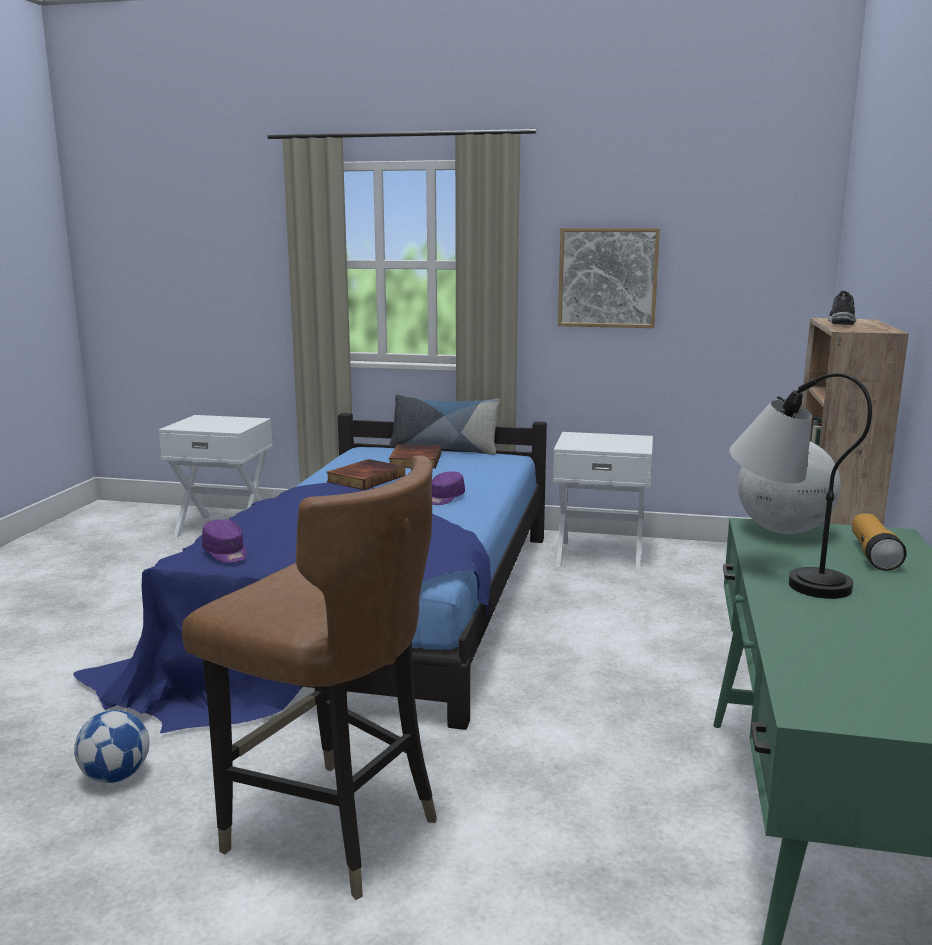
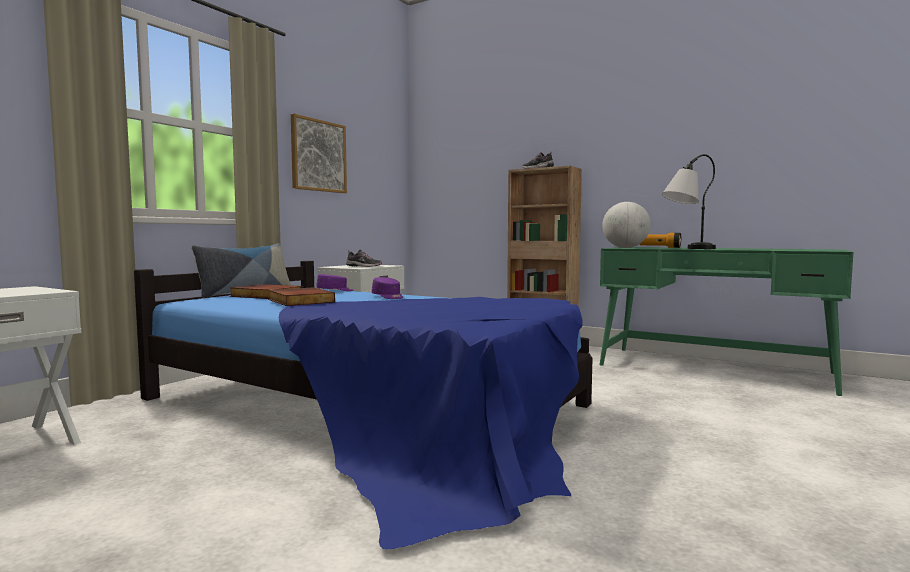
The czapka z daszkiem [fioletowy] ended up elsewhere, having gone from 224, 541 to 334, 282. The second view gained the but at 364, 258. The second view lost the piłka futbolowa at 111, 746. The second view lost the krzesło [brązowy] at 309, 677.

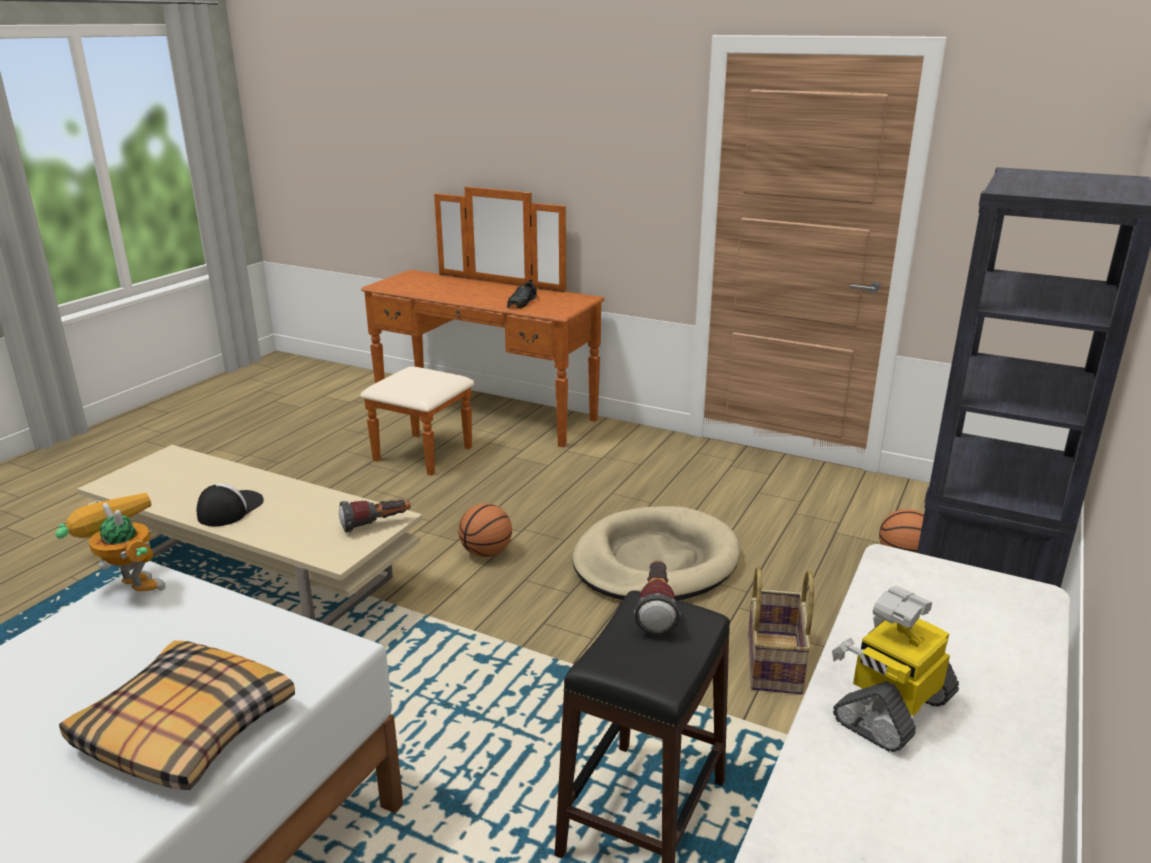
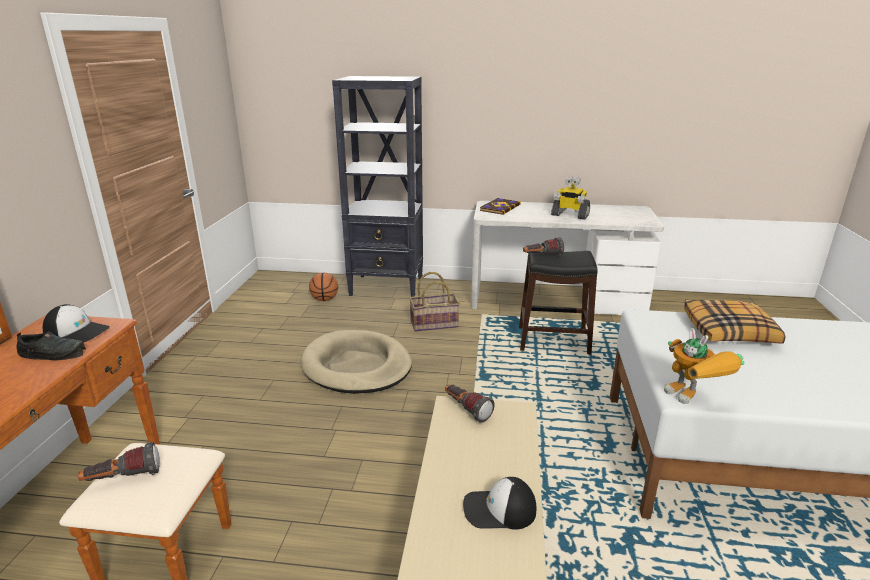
The second view gained the czapka z daszkiem at 76, 323. The second view gained the latarka at 119, 461. The second view gained the książka at 500, 206. The robot zabawkowy at 110, 542 ended up facing another way, 45 degrees counterclockwise from before. The second view lost the piłka do koszykówki at 485, 530.

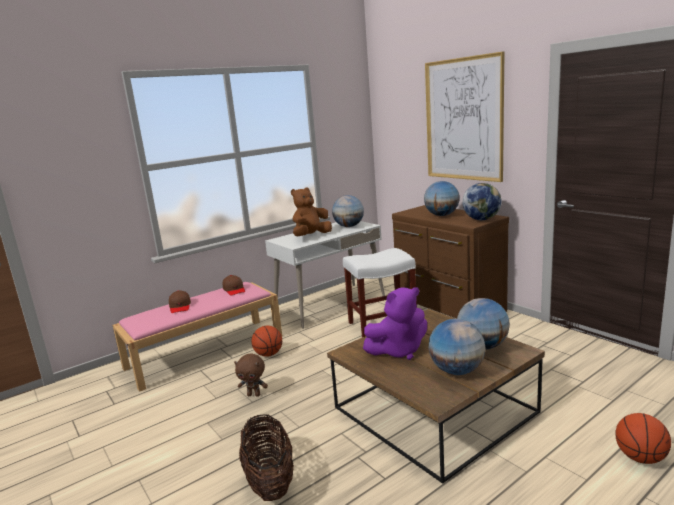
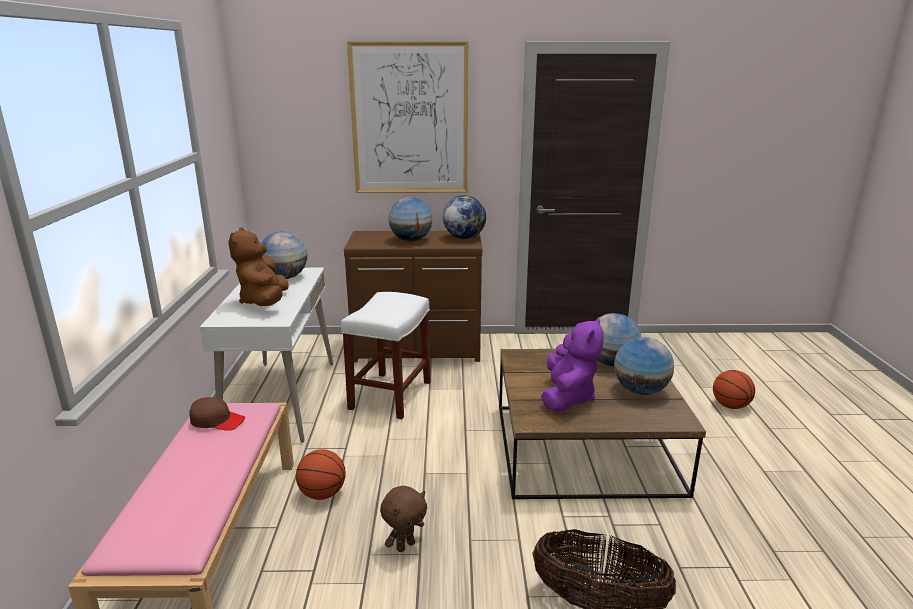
The second view lost the czapka z daszkiem [brązowy] at 180, 301.

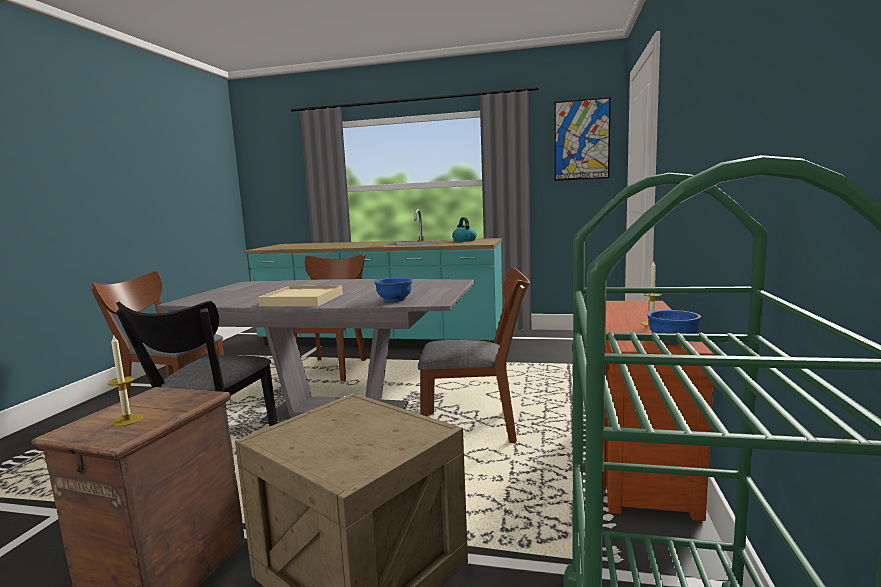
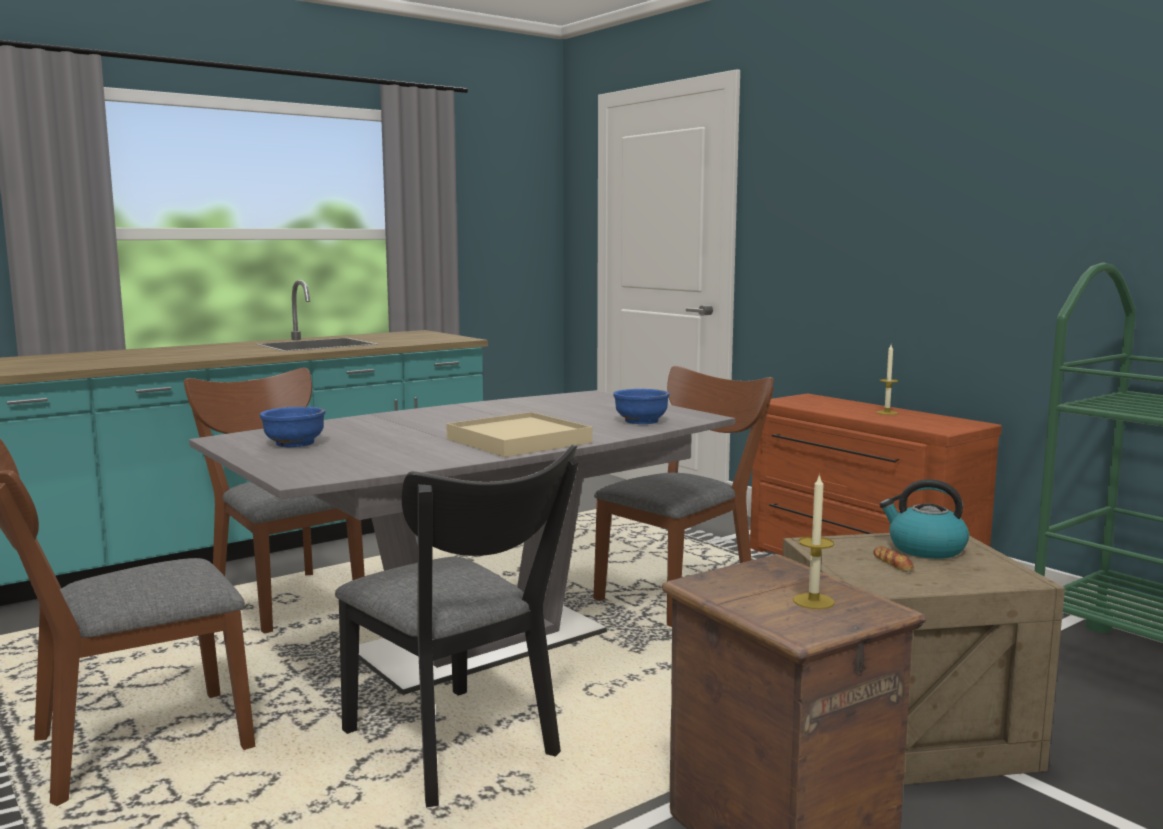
The miska [niebieski] ended up elsewhere, having gone from 674, 326 to 292, 427. The second view gained the chleb at 893, 559. The czajnik ended up elsewhere, having gone from 464, 229 to 924, 519. The second view lost the obraz at 582, 139.

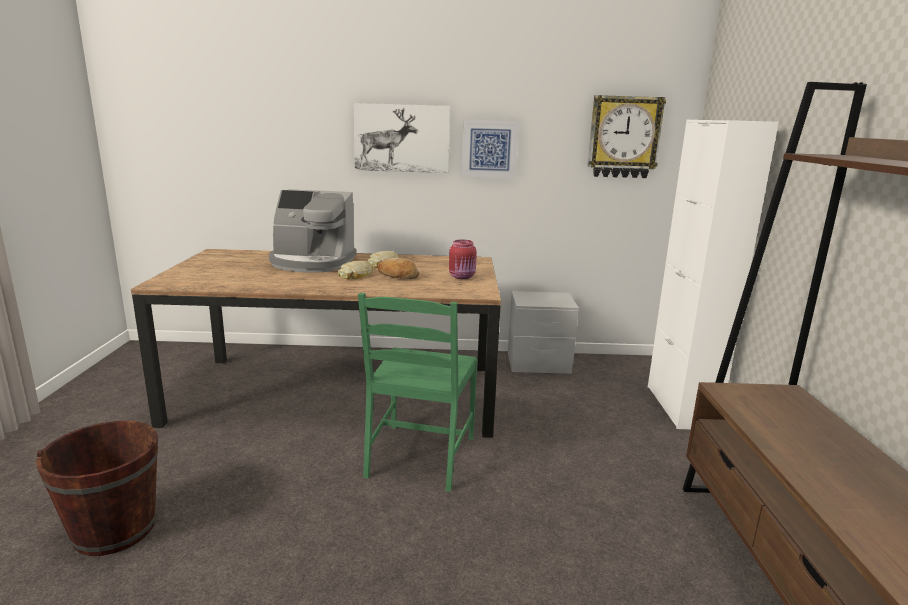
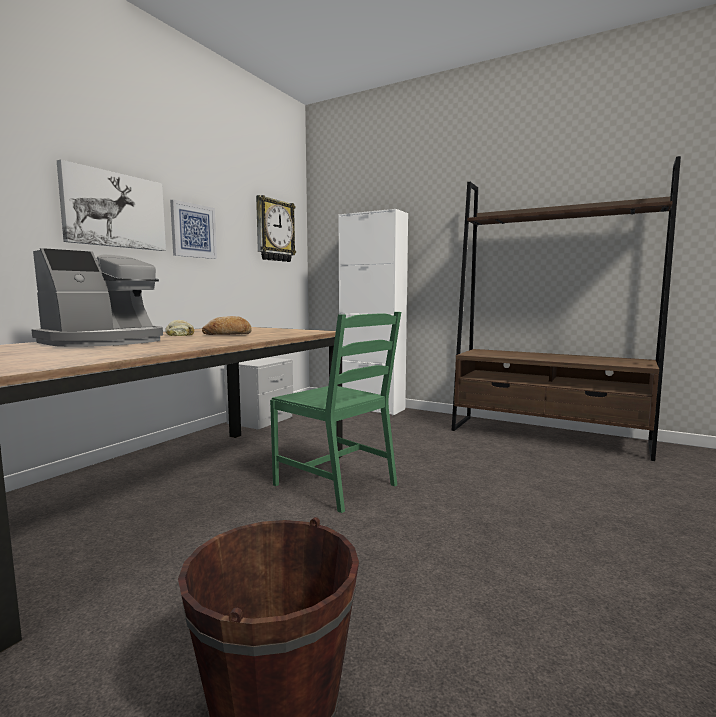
The second view lost the chleb at 355, 270. The second view lost the słoik [czerwony] at 463, 259.

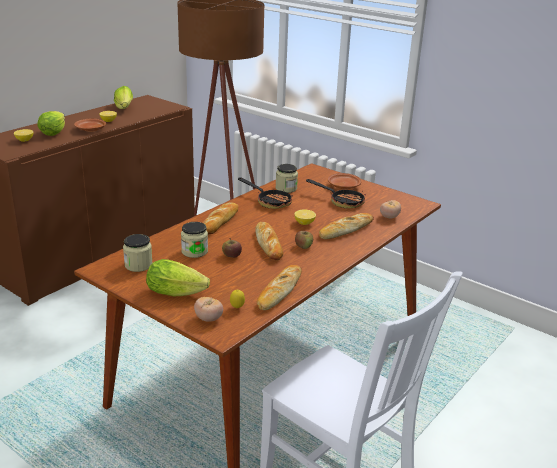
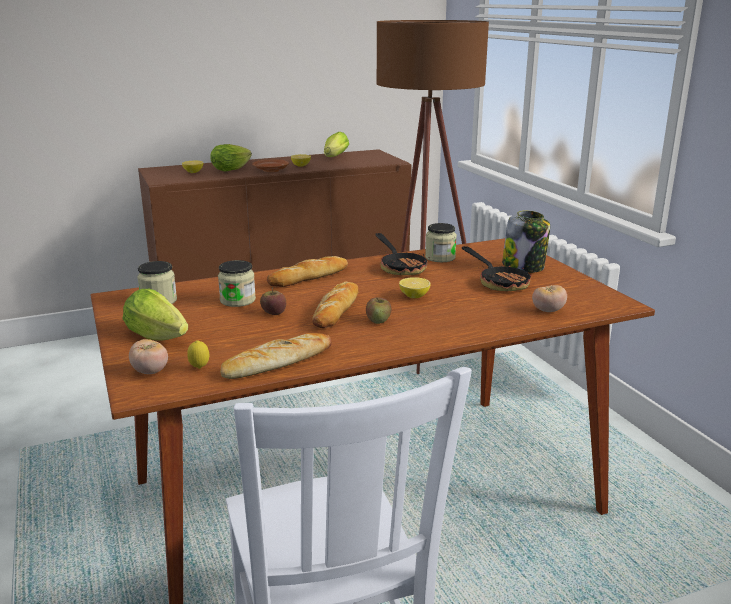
Where the talerz [brązowy] stood at 345, 181, the słoik came to stand at 526, 241. The second view lost the chleb at 346, 226.

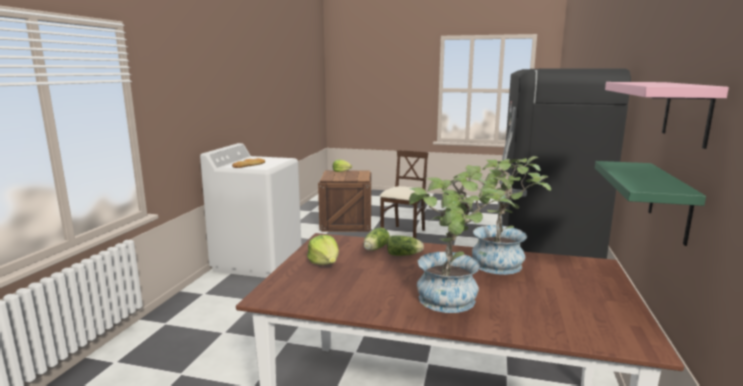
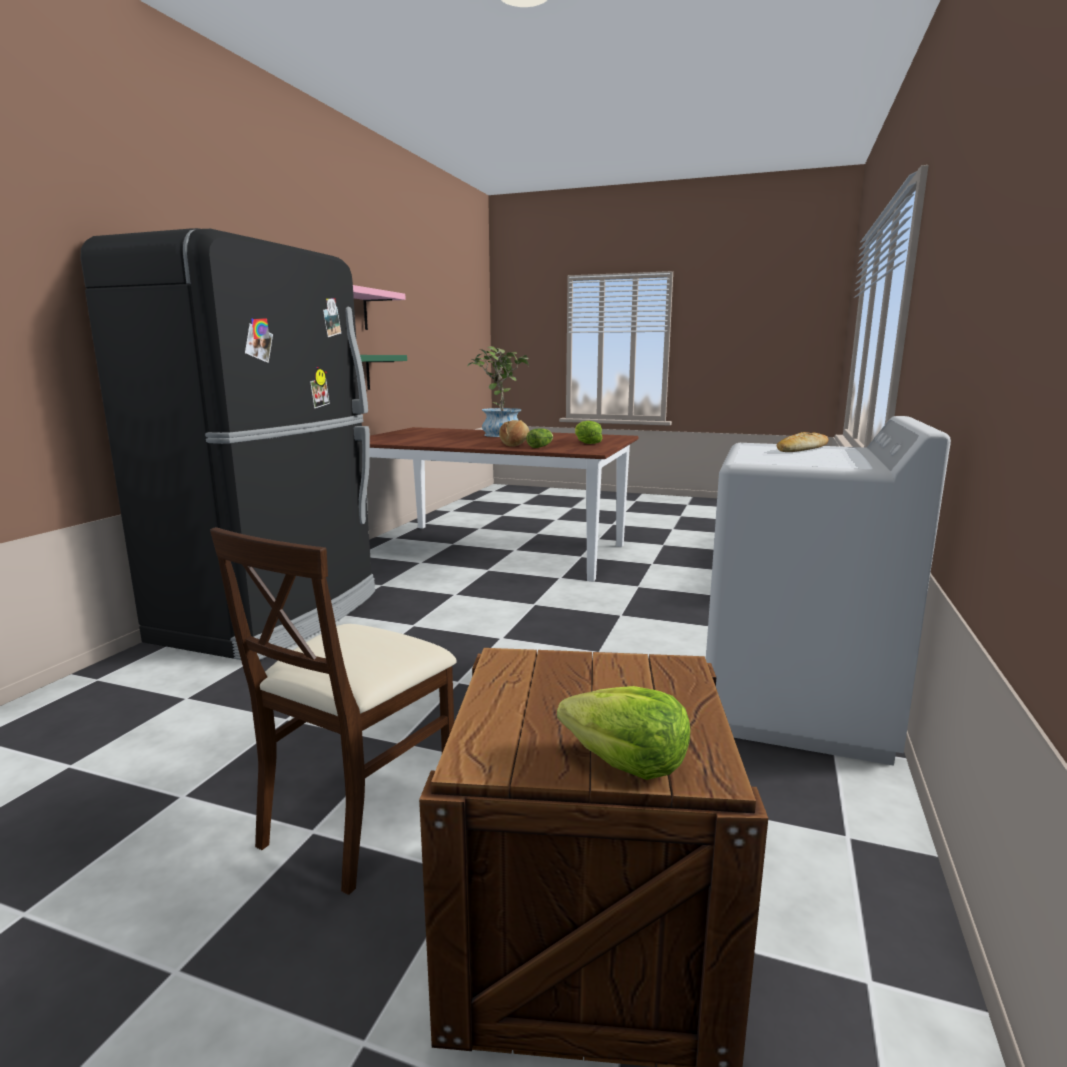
Where the sałata stood at 405, 245, the chleb came to stand at 514, 433. The second view lost the roślina doniczkowa at 508, 215.

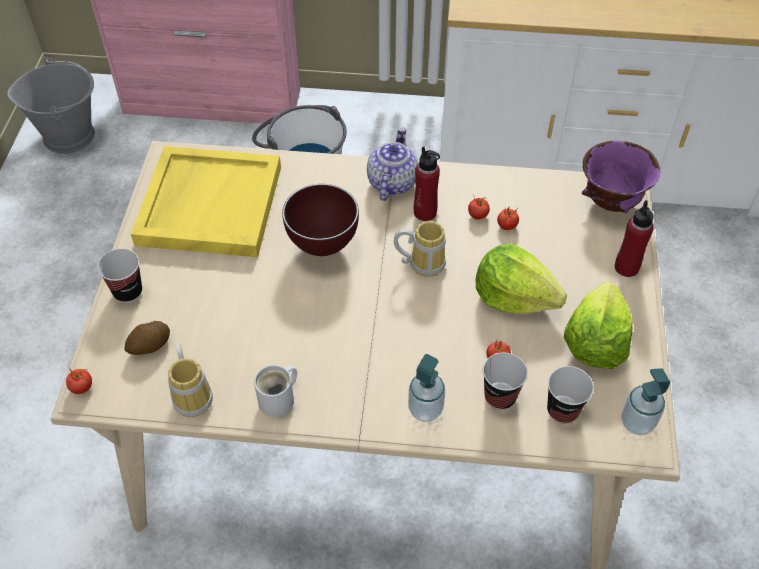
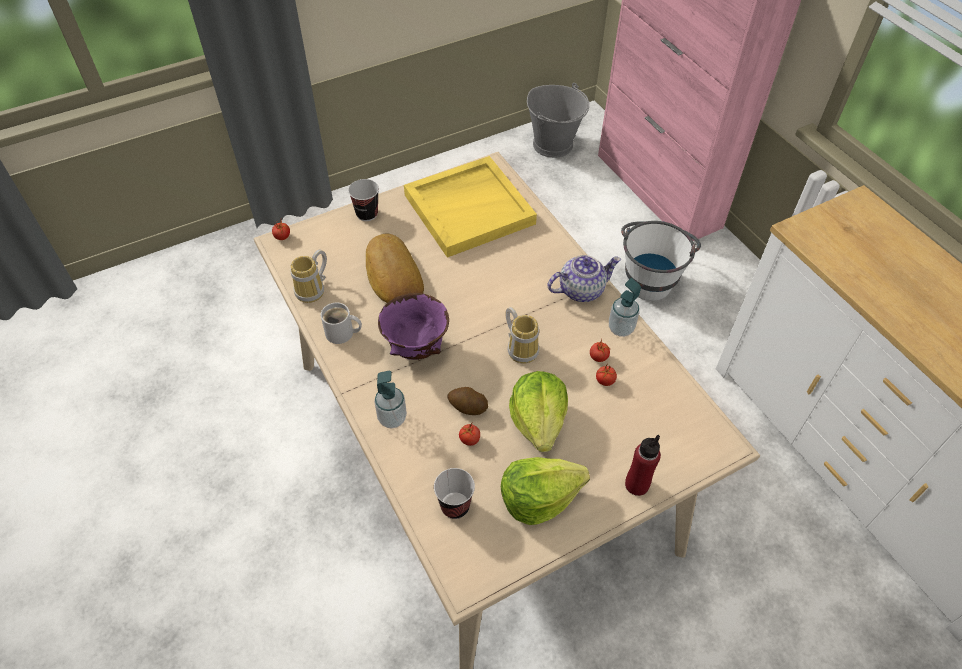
The second view gained the chleb at 395, 268. The miska [fioletowy] ended up elsewhere, having gone from 621, 177 to 413, 326. The ziemniak ended up elsewhere, having gone from 147, 338 to 467, 401. The dozownik mydła ended up elsewhere, having gone from 645, 401 to 625, 307. The second view lost the miska [brązowy] at 320, 220. The second view lost the butelka [czerwony] at 427, 183. The second view lost the filiżanka at 505, 381.

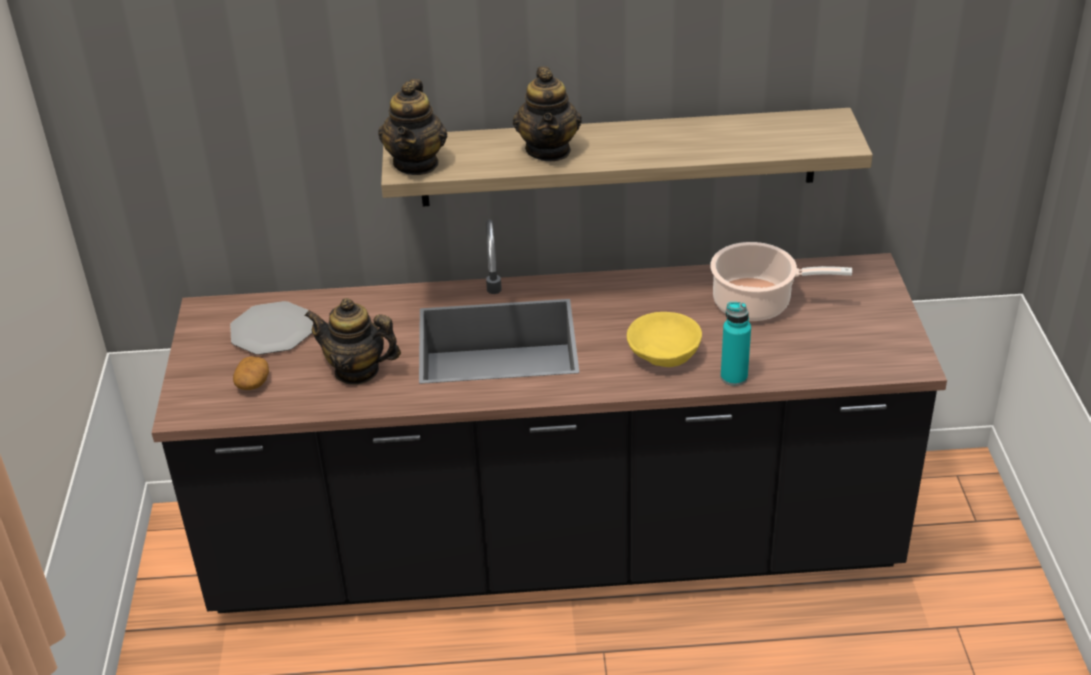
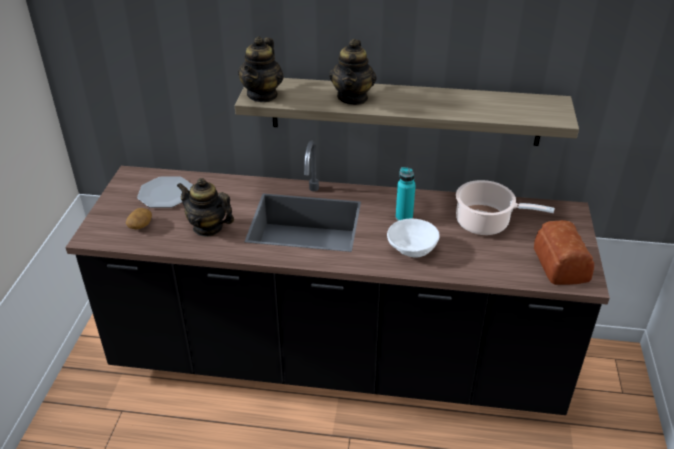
What was the miska [żółty] at 664, 339 turned into the miska [biały] at 413, 238. The butelka [turkusowy] ended up elsewhere, having gone from 736, 344 to 406, 194. The second view gained the chleb at 564, 252.

